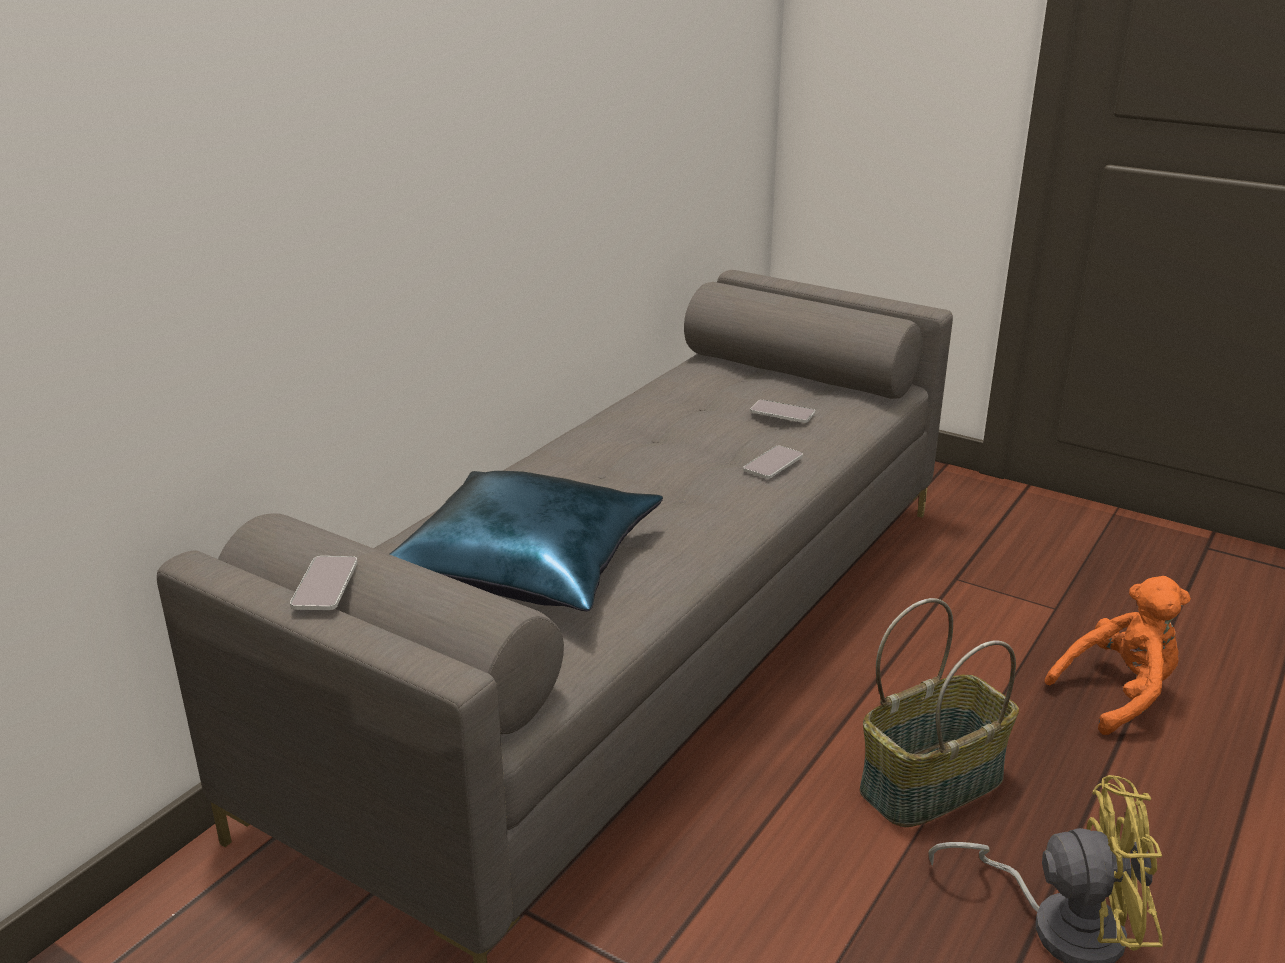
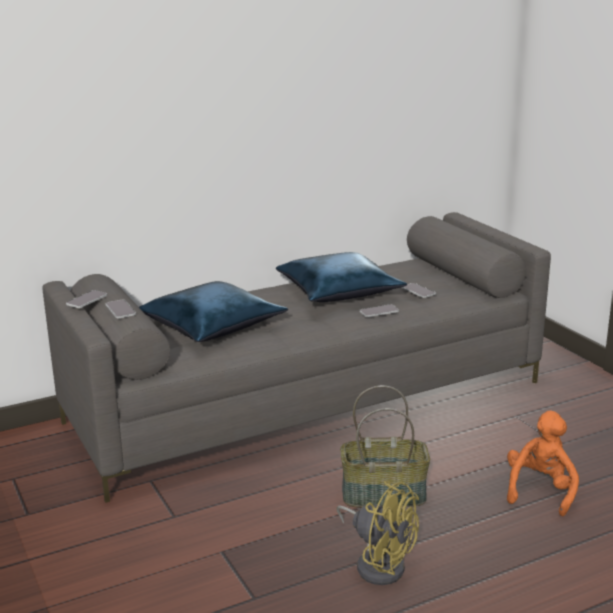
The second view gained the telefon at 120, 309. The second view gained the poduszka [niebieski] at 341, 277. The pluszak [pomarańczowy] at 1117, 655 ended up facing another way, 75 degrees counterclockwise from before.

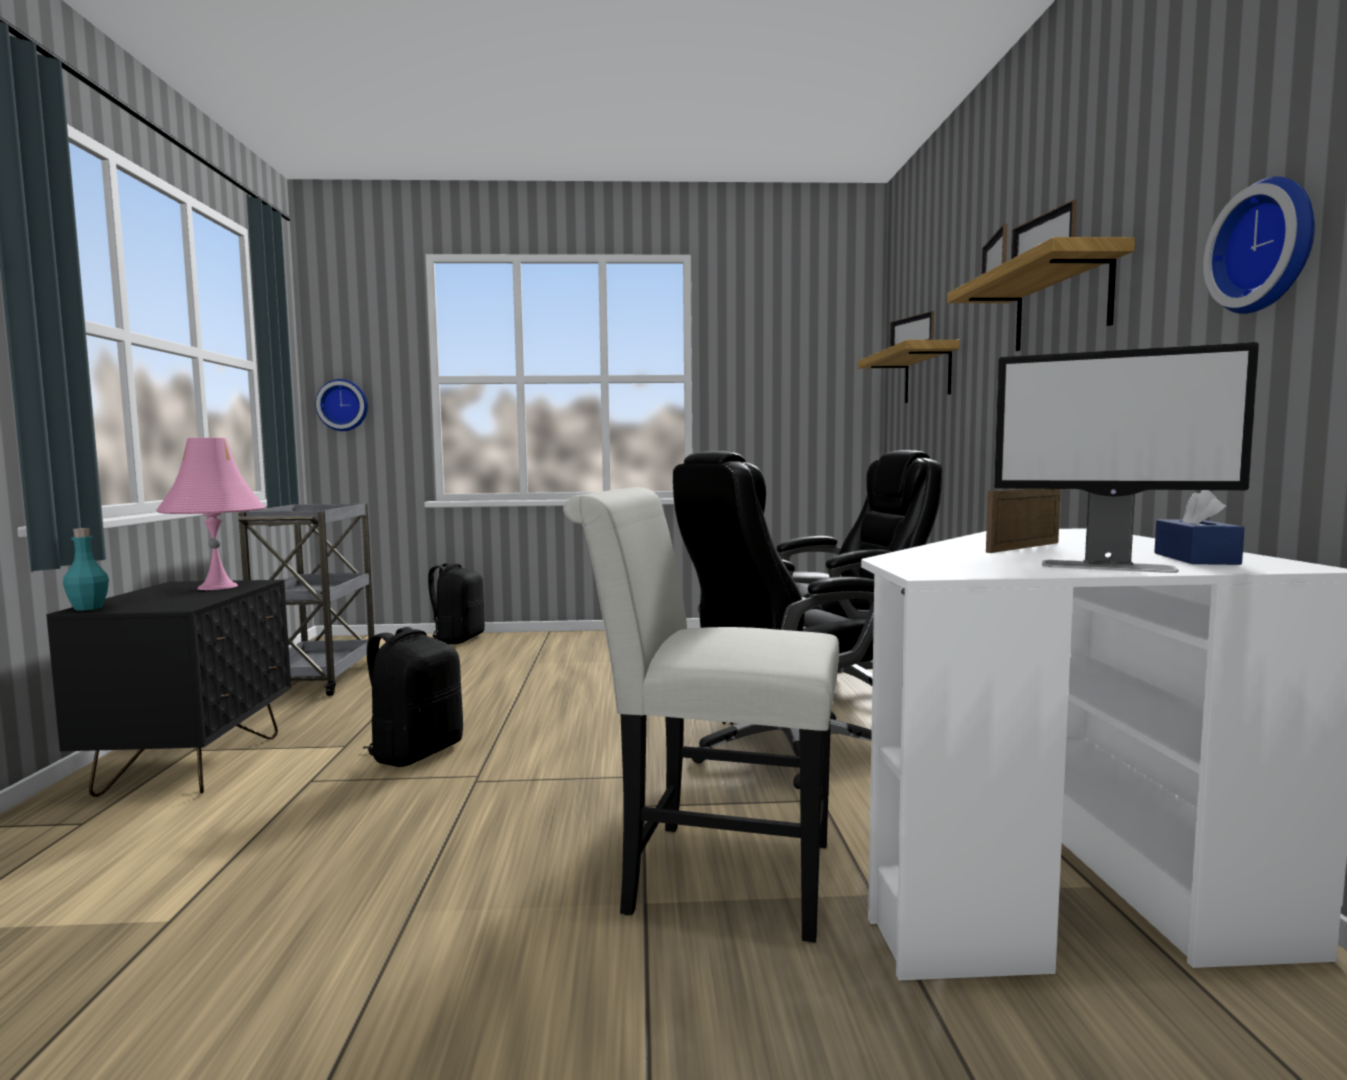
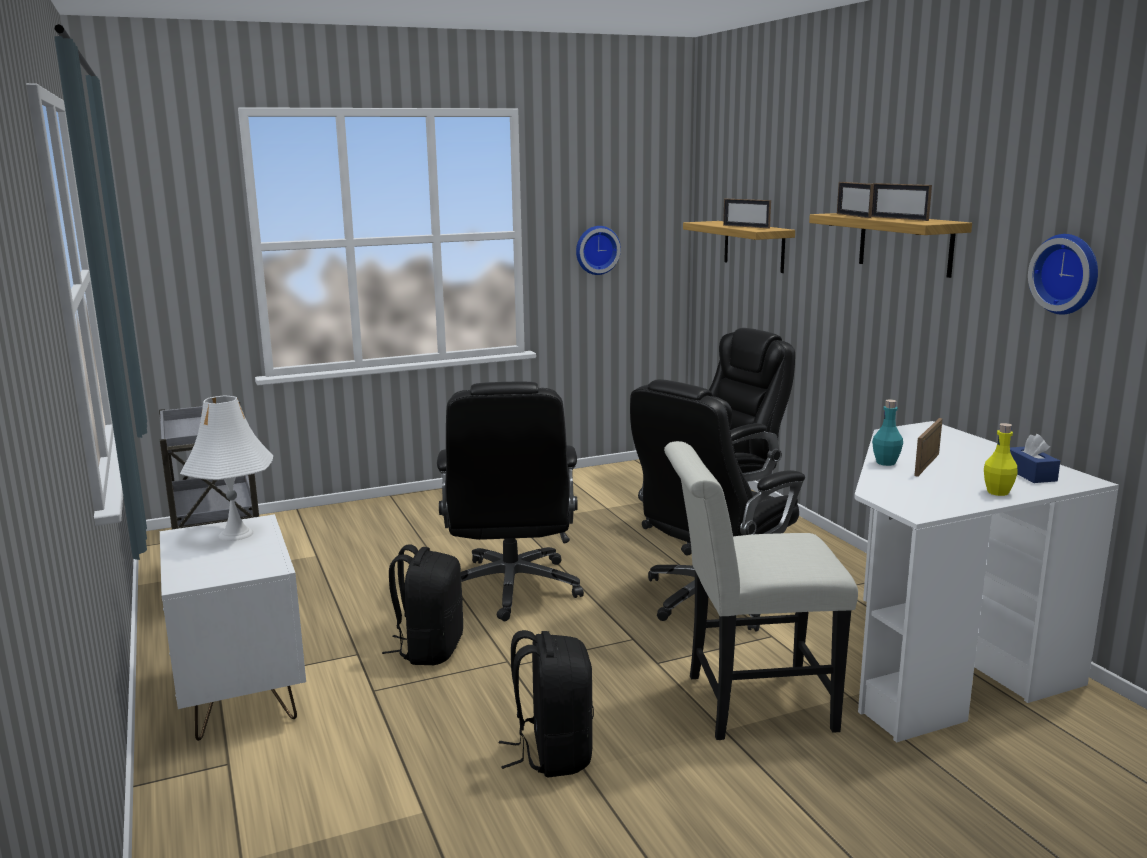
What was the szafka nocna [czarny] at 169, 688 turned into the szafka nocna [biały] at 233, 627. What was the lampa stołowa [różowy] at 211, 514 turned into the lampa stołowa [biały] at 226, 468. The second view gained the krzesło biurowe [czarny] at 510, 501. The plecak [czarny] ended up elsewhere, having gone from 456, 603 to 546, 703. The zegar ścienny ended up elsewhere, having gone from 341, 405 to 598, 250. The butelka [turkusowy] ended up elsewhere, having gone from 86, 569 to 887, 432. Where the monitor stood at 1126, 457, the butelka [żółty] came to stand at 1001, 459.

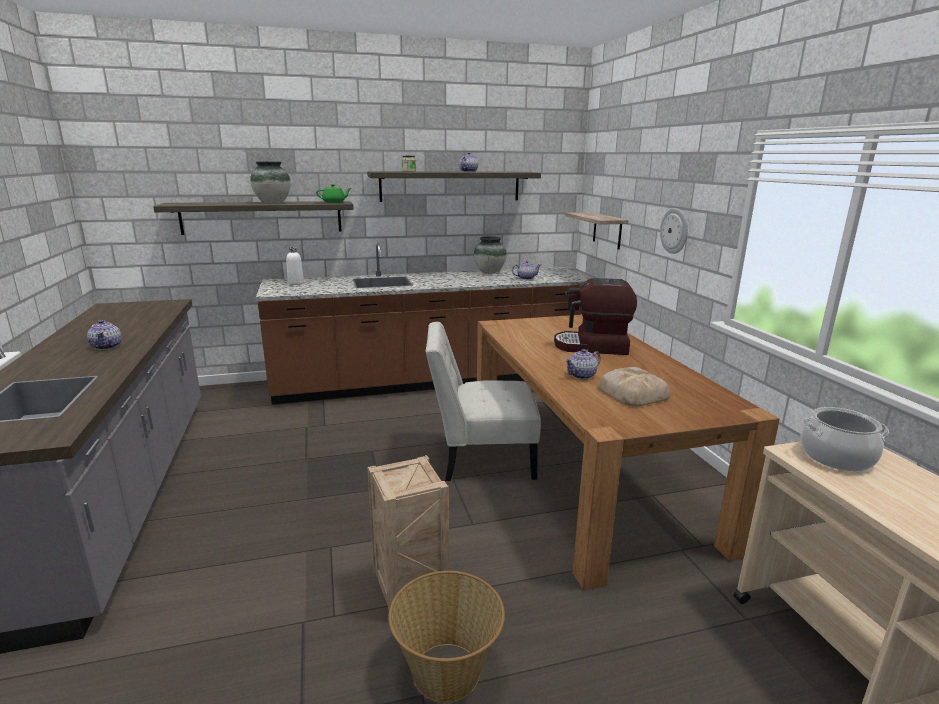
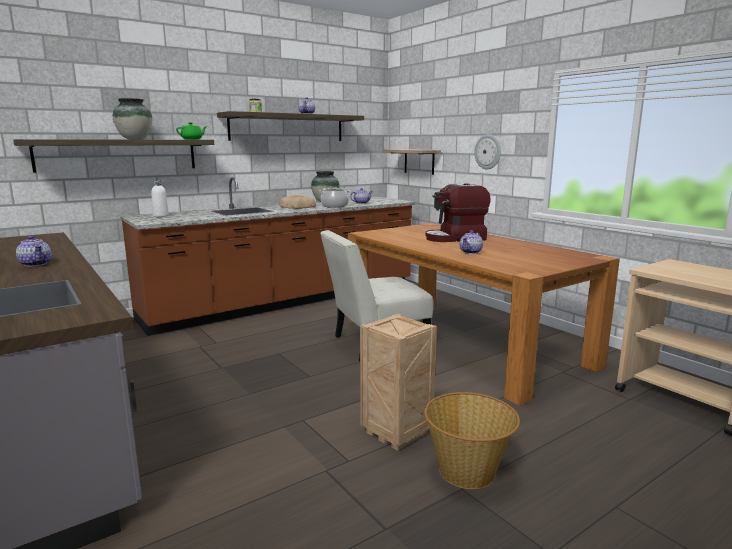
The chleb ended up elsewhere, having gone from 634, 386 to 297, 202. The garnek ended up elsewhere, having gone from 845, 439 to 334, 198.

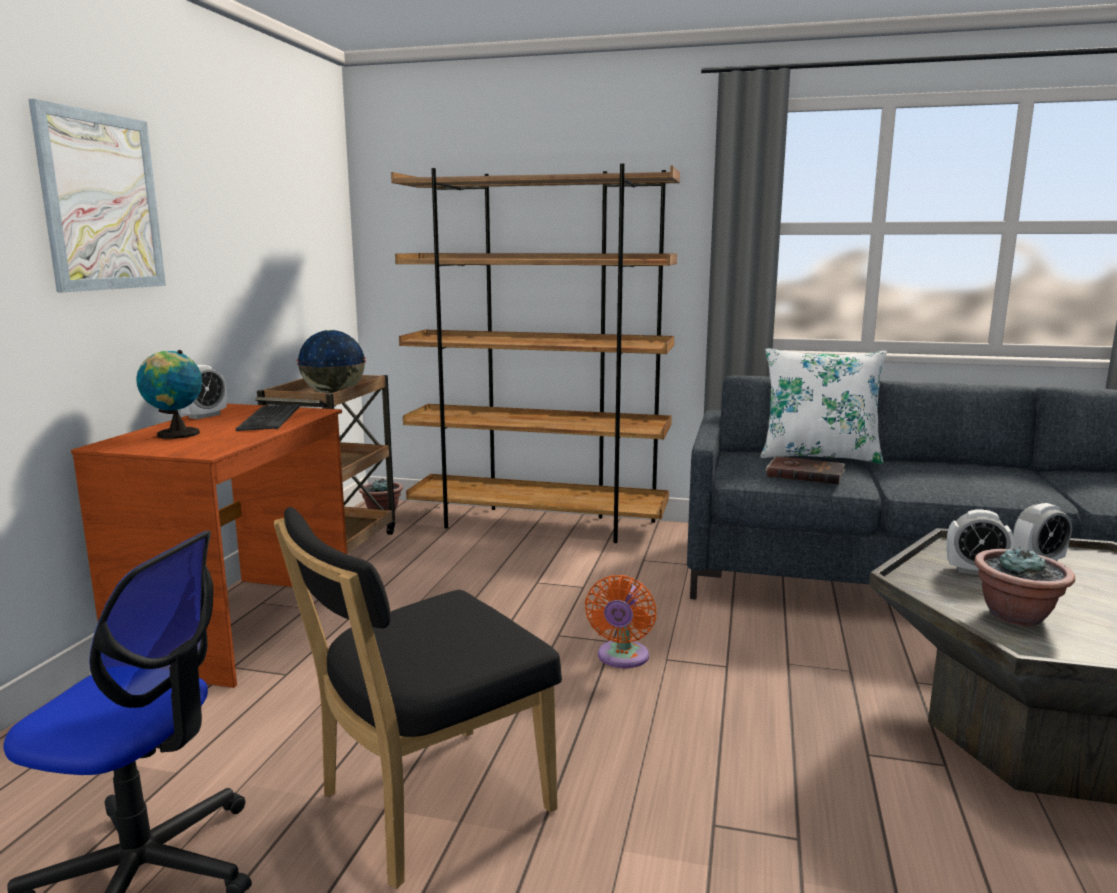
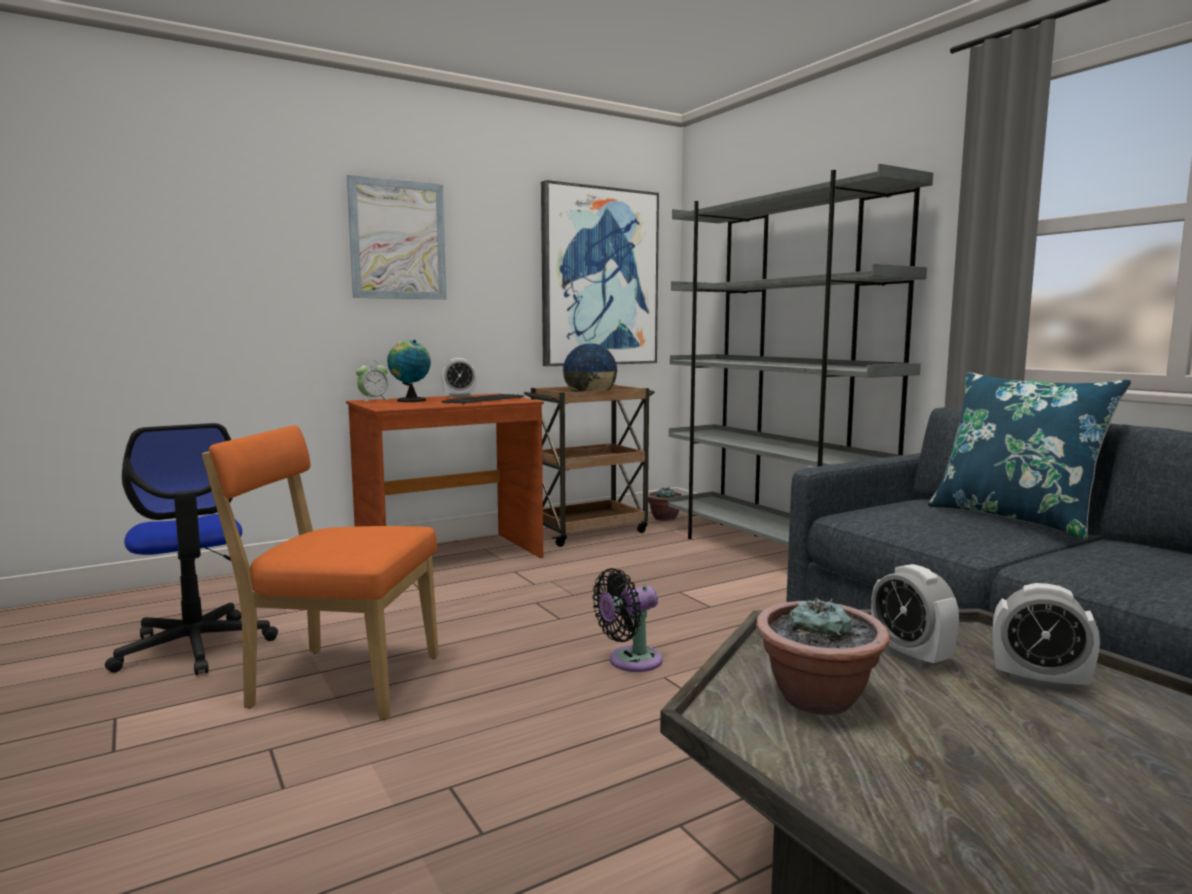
What was the krzesło [czarny] at 418, 698 turned into the krzesło [pomarańczowy] at 320, 572. The second view gained the budzik at 373, 380. The second view gained the obraz at 600, 273. What was the wentylator [pomarańczowy] at 621, 621 turned into the wentylator [czarny] at 628, 620. What was the regał [brązowy] at 535, 353 turned into the regał [szary] at 800, 355. What was the poduszka [biały] at 823, 406 turned into the poduszka [niebieski] at 1029, 455. The second view lost the książka [brązowy] at 805, 470.

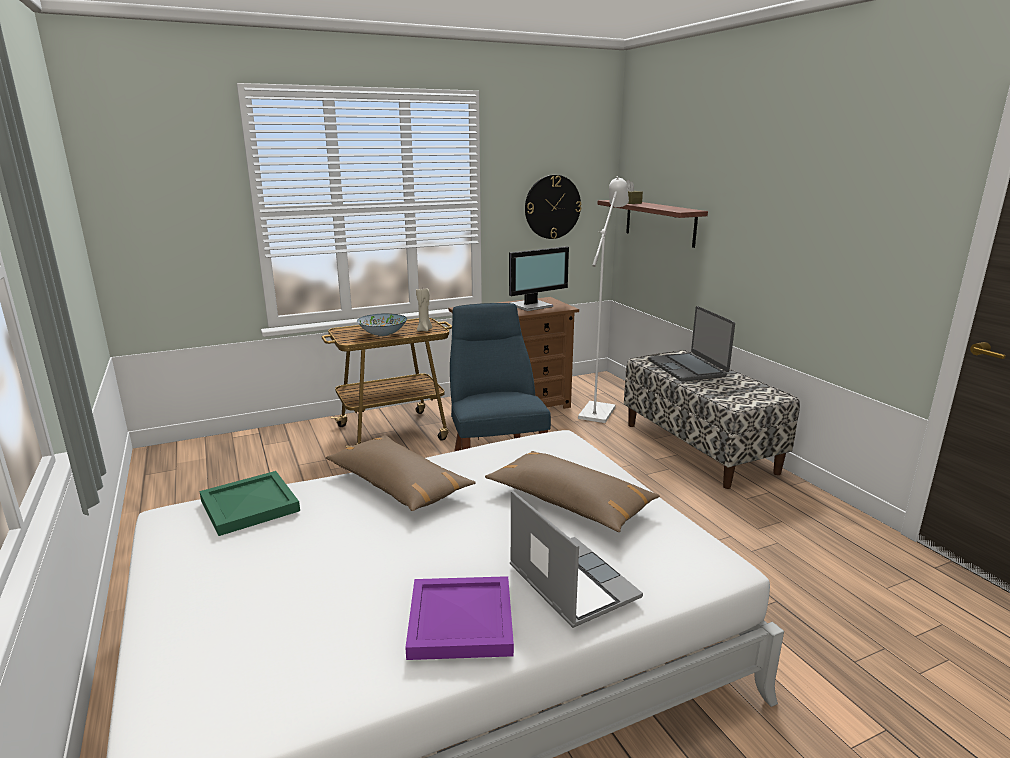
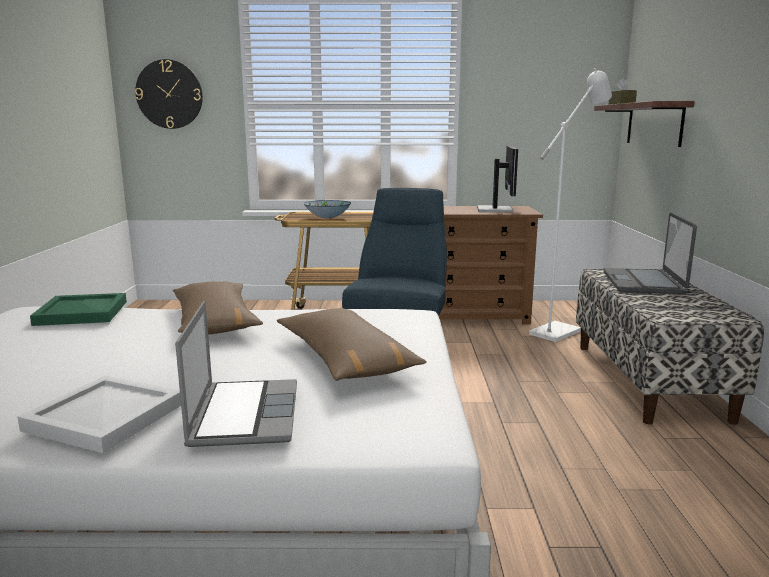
What was the taca [fioletowy] at 459, 618 turned into the taca [biały] at 99, 414. The zegar ścienny ended up elsewhere, having gone from 553, 207 to 169, 94. The monitor at 539, 278 ended up facing another way, 75 degrees counterclockwise from before. The second view lost the świeca [beżowy] at 424, 309.

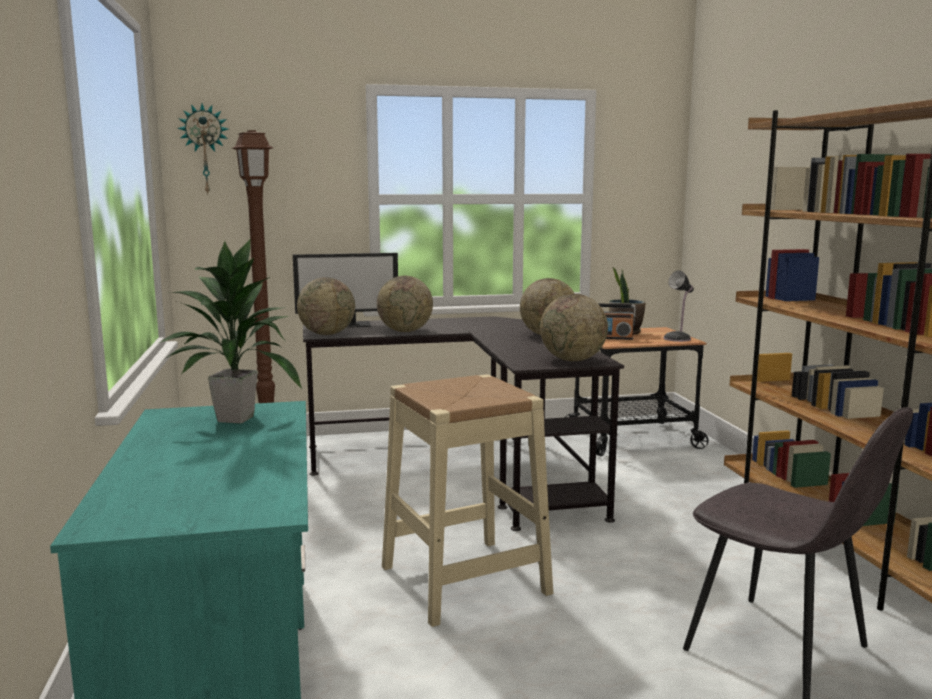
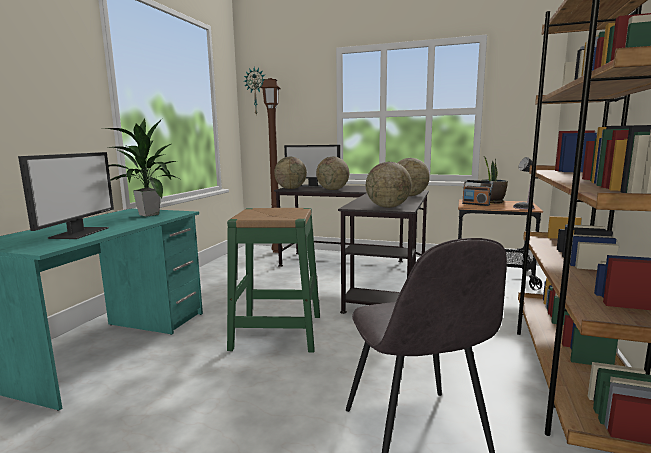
The second view gained the monitor at 66, 195. What was the stołek [beżowy] at 467, 500 turned into the stołek [zielony] at 273, 280.

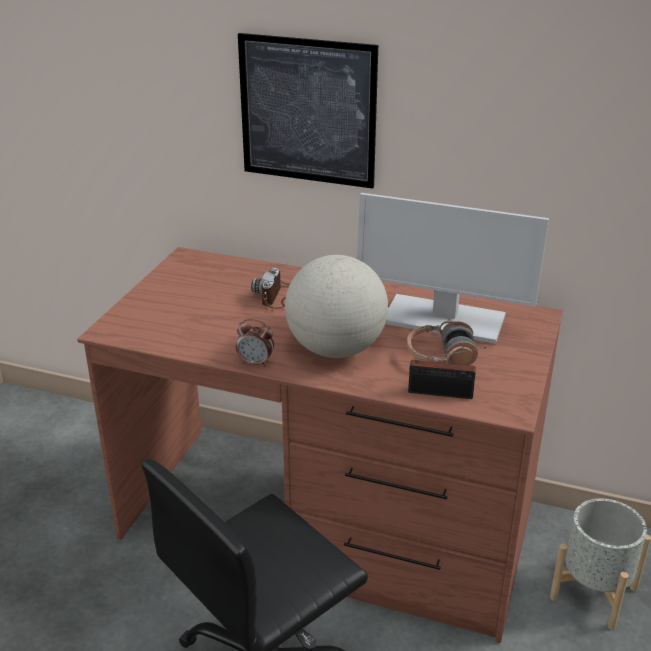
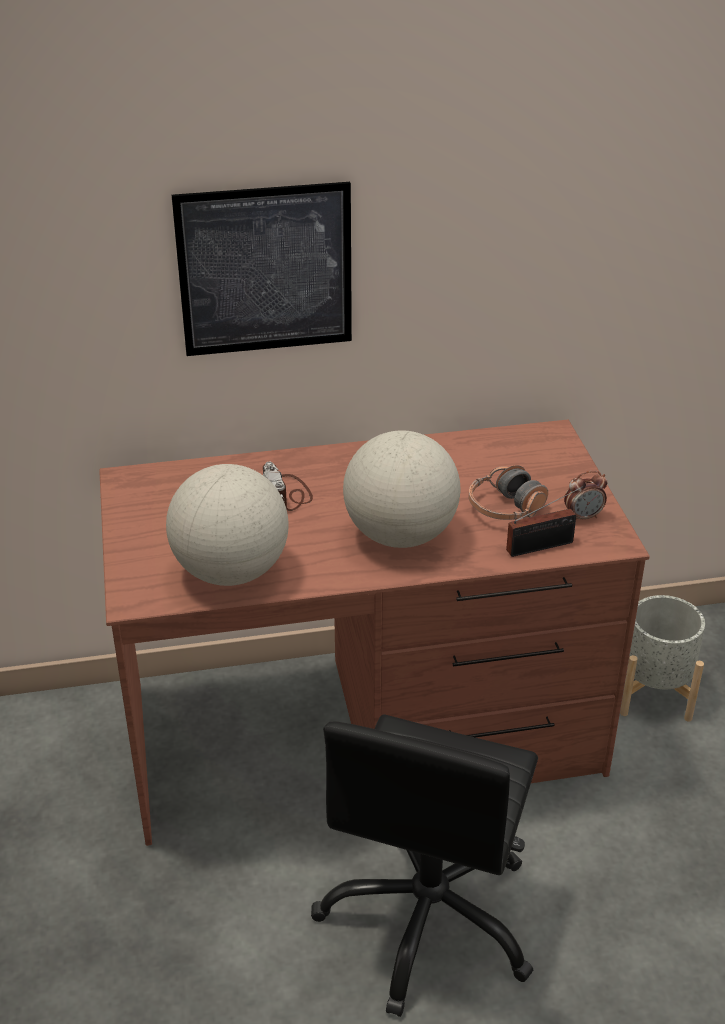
The second view gained the globus at 227, 525. The budzik ended up elsewhere, having gone from 255, 343 to 586, 495. The second view lost the monitor at 453, 268.

